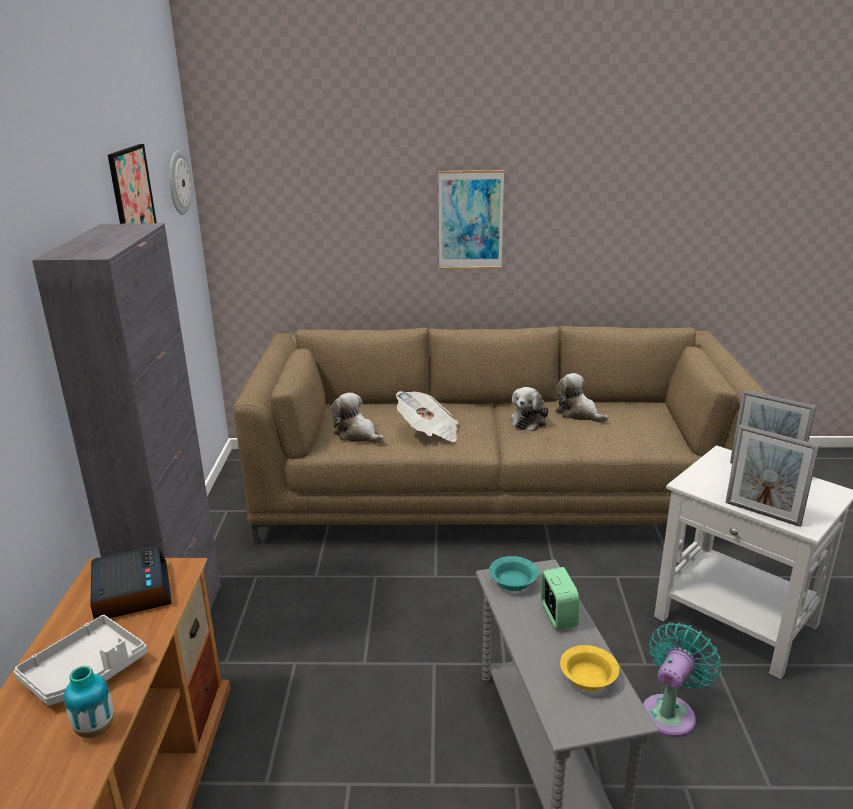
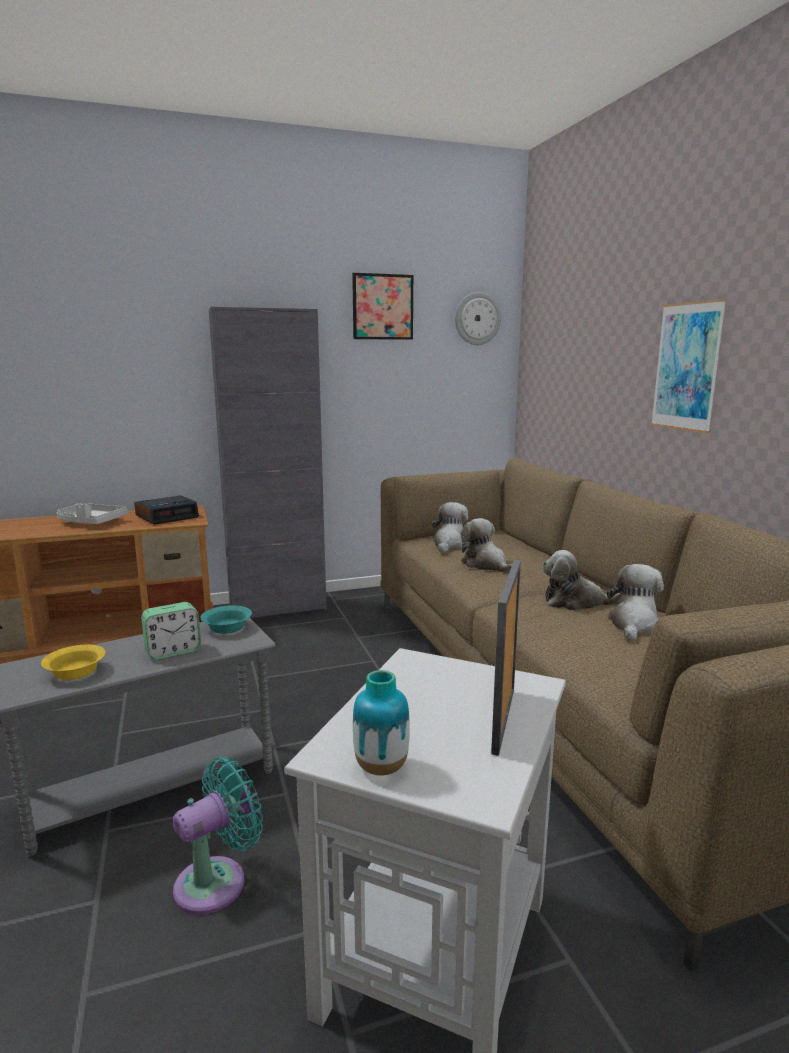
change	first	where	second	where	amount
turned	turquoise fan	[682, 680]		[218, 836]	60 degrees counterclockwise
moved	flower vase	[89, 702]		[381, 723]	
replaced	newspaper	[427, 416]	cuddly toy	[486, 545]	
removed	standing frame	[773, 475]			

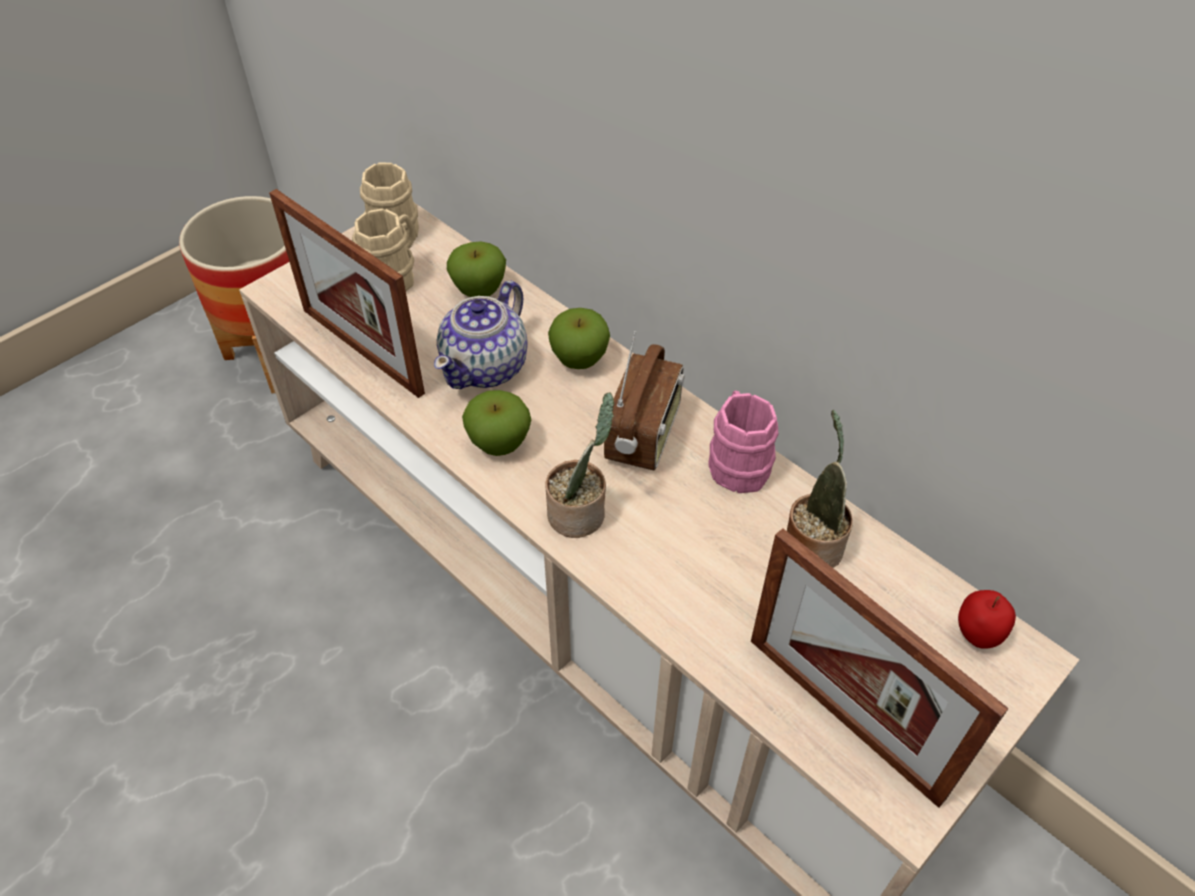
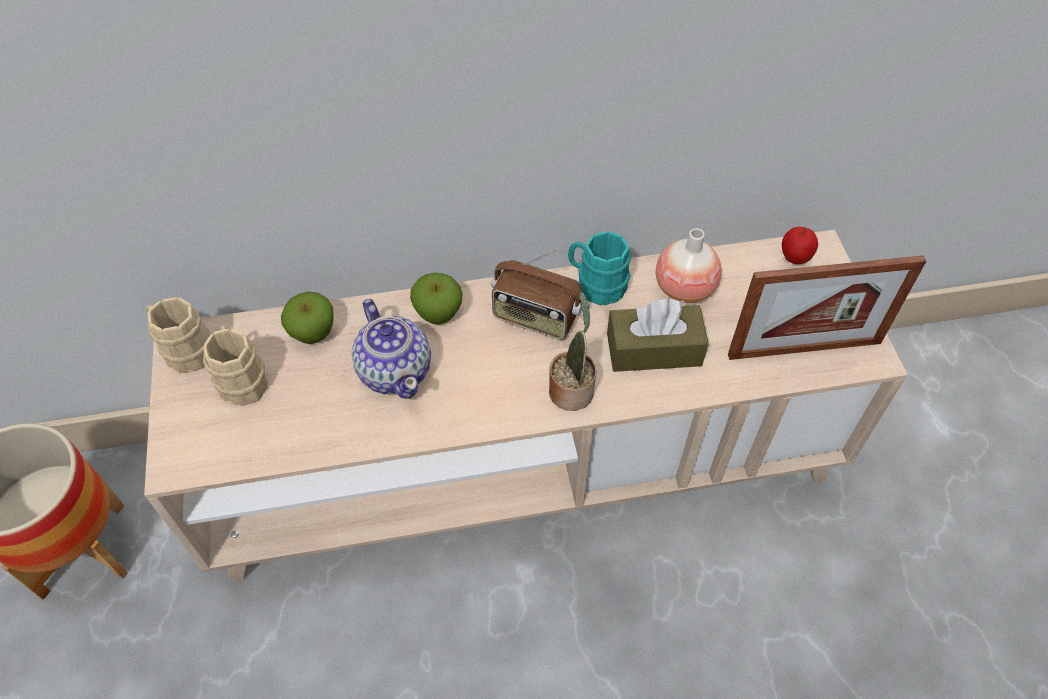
change	first	where	second	where	amount
turned	radio	[644, 400]		[536, 294]	150 degrees clockwise
recoloured	pink-coloured coffee mug	[743, 442]	turquoise coffee mug	[599, 268]	
added			brown-coloured tissue box	[658, 335]	
replaced	houseplant	[820, 489]	flower vase	[689, 265]	
removed	standing frame	[347, 293]			
removed	apple	[496, 423]			

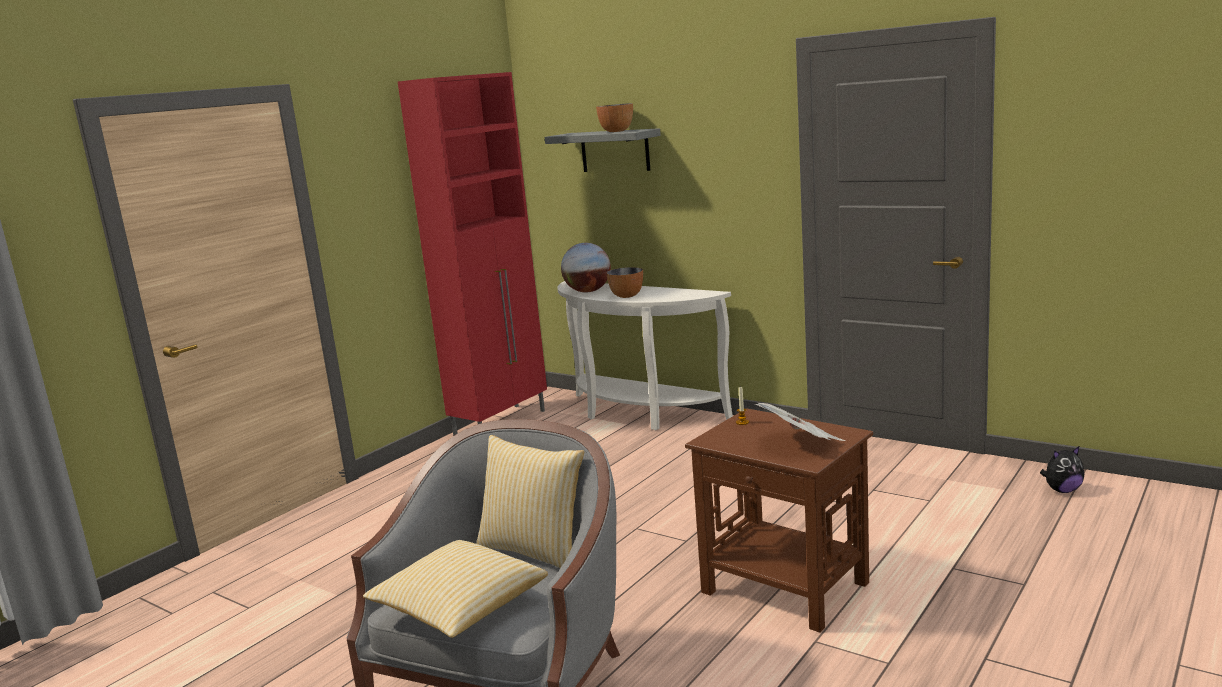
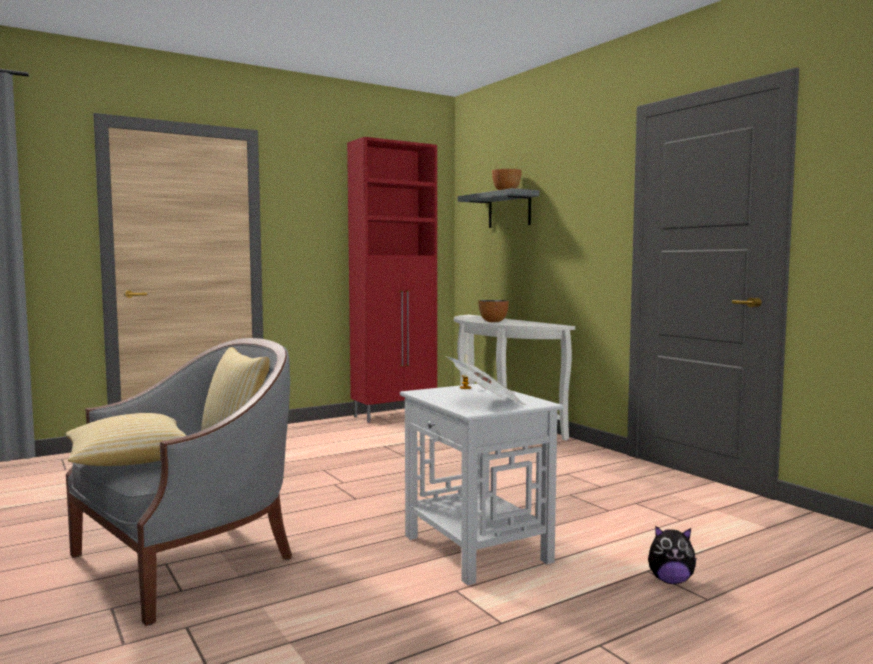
change	first	where	second	where	amount
recoloured	brown-coloured end table	[779, 520]	whitish end table	[481, 485]	
moved	cuddly toy	[1062, 469]		[672, 555]	
removed	globe	[586, 267]			

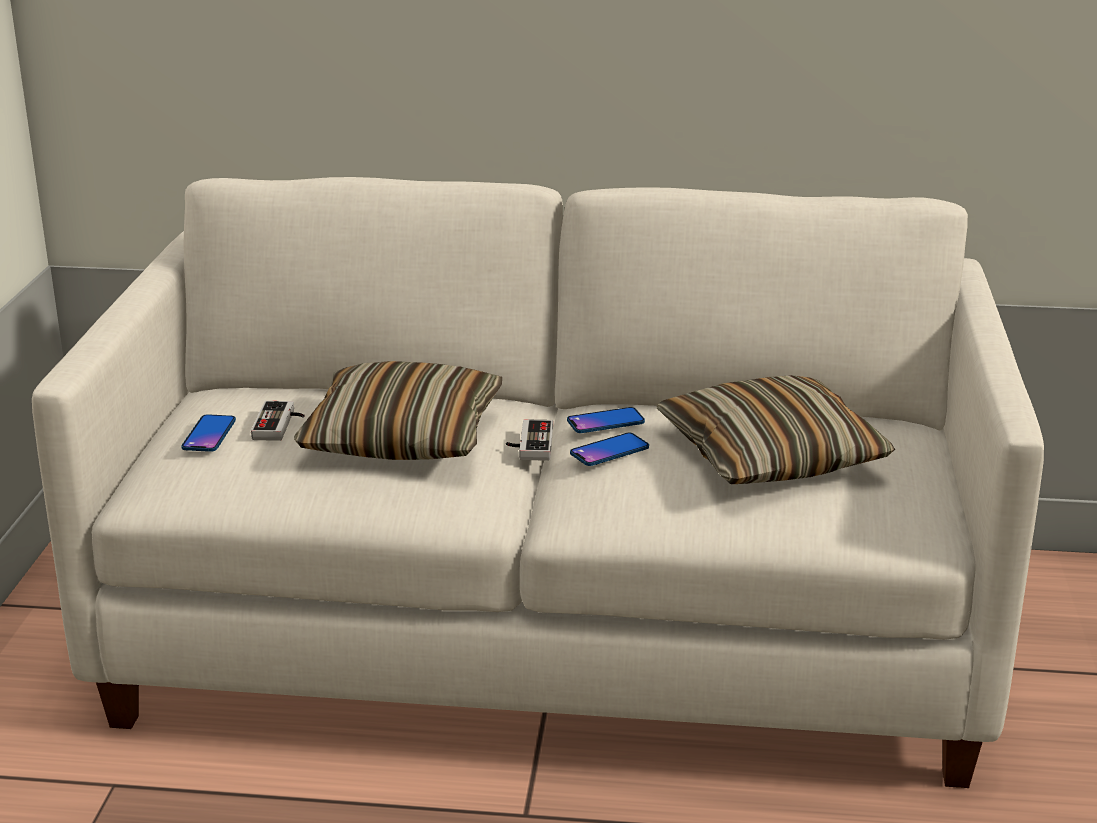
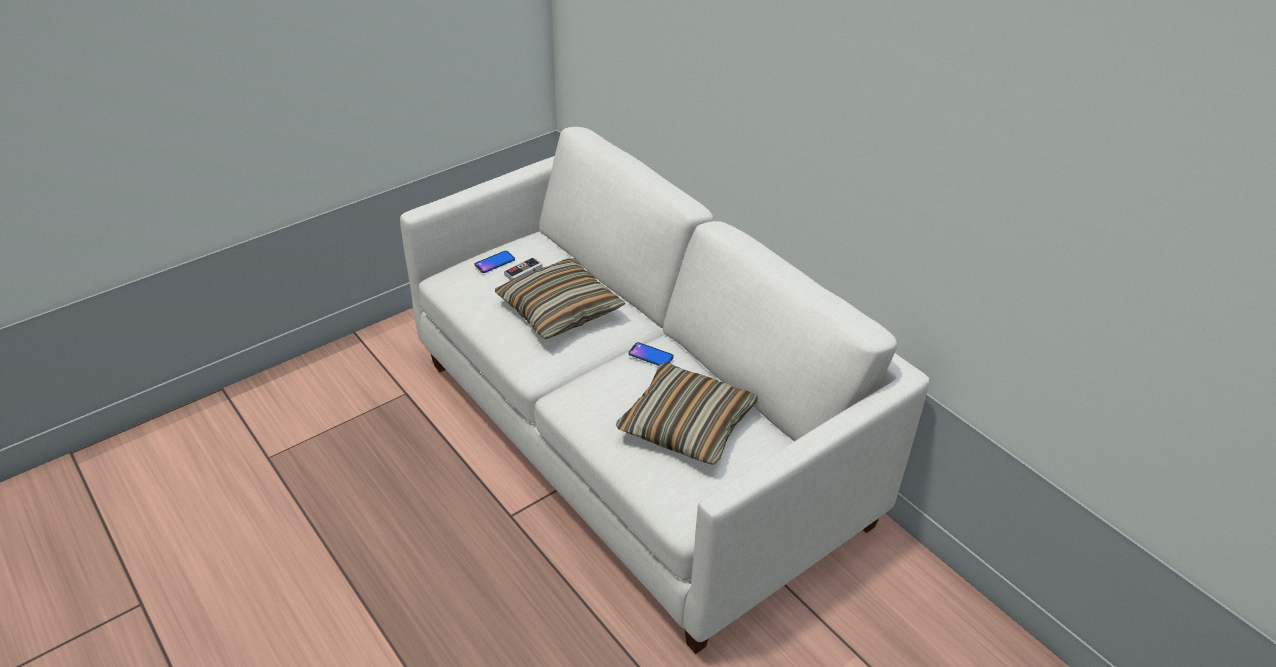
change	first	where	second	where	amount
removed	joypad	[529, 440]			
removed	telephone	[609, 449]			

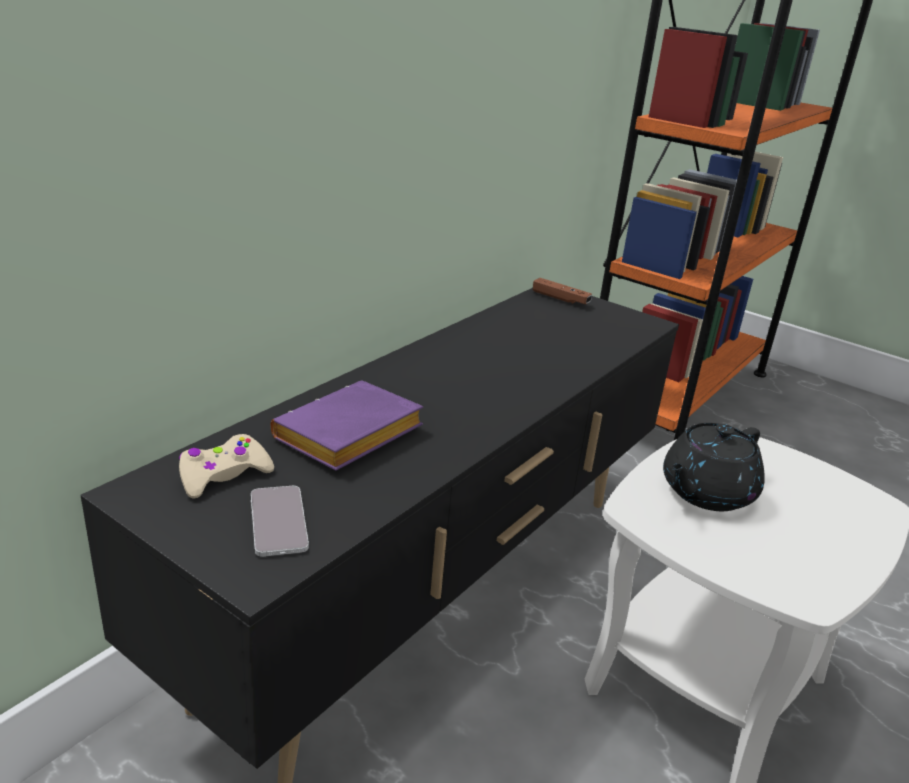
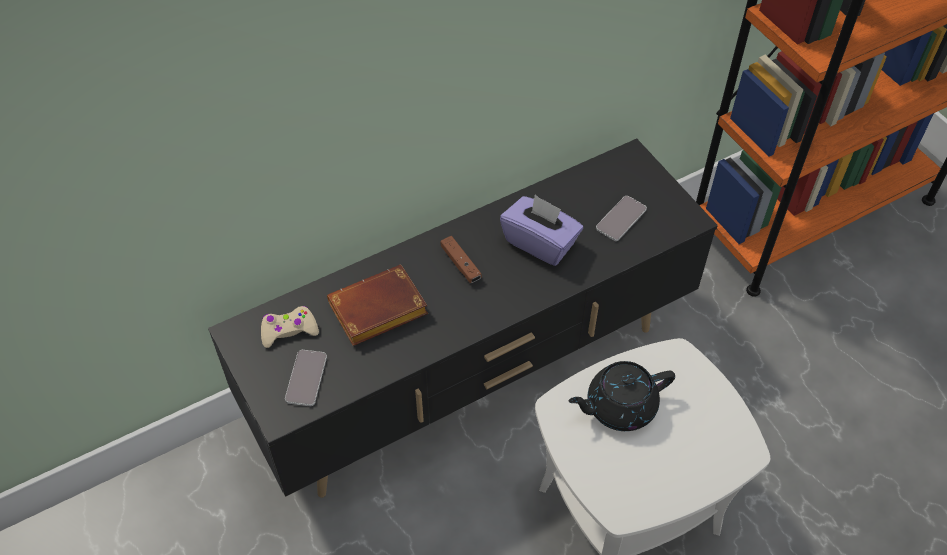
change	first	where	second	where	amount
recoloured	purple volume	[346, 425]	brown-coloured volume	[377, 305]	
moved	brown-coloured joypad	[562, 291]		[461, 259]	
added			purple tissue box	[541, 230]	
added			telephone	[621, 218]	

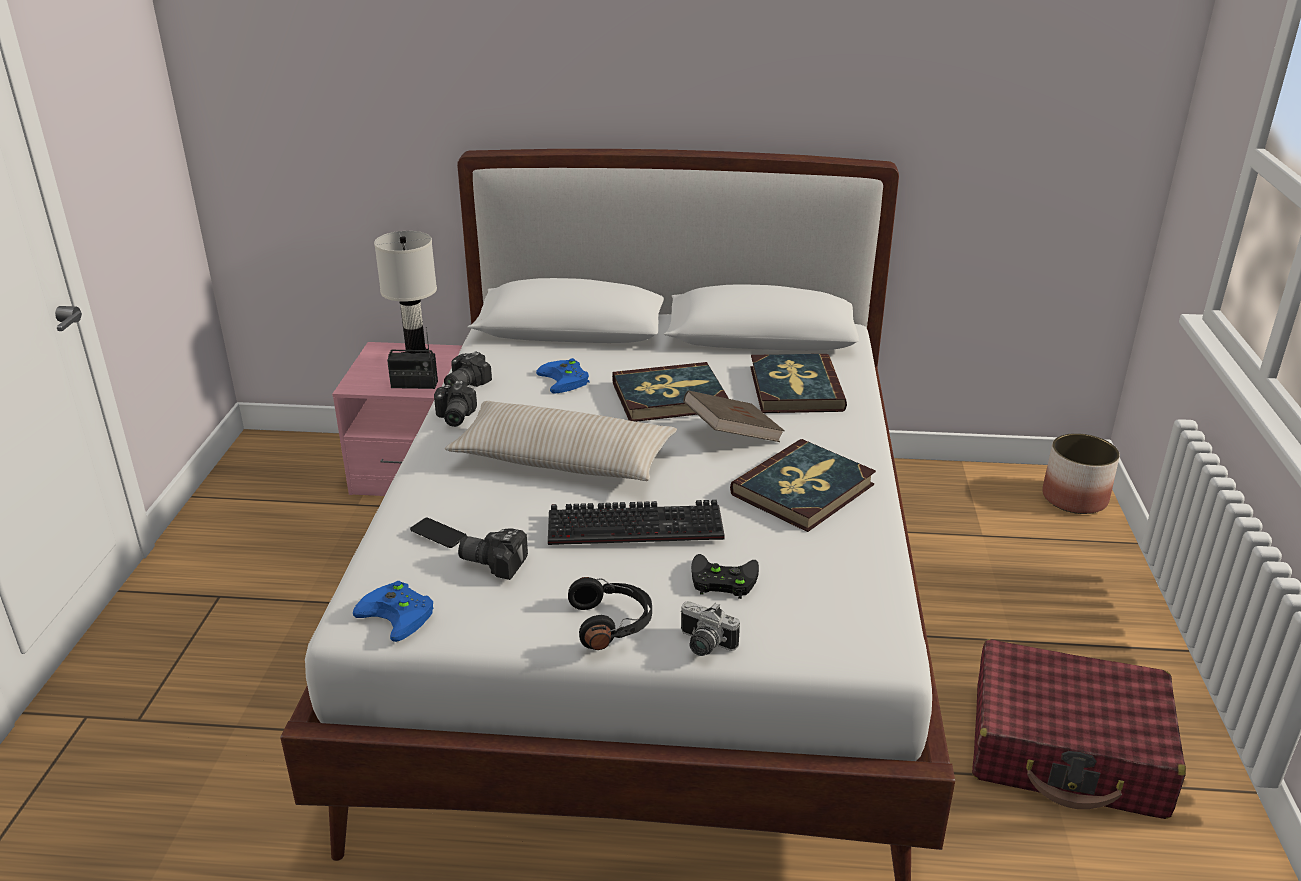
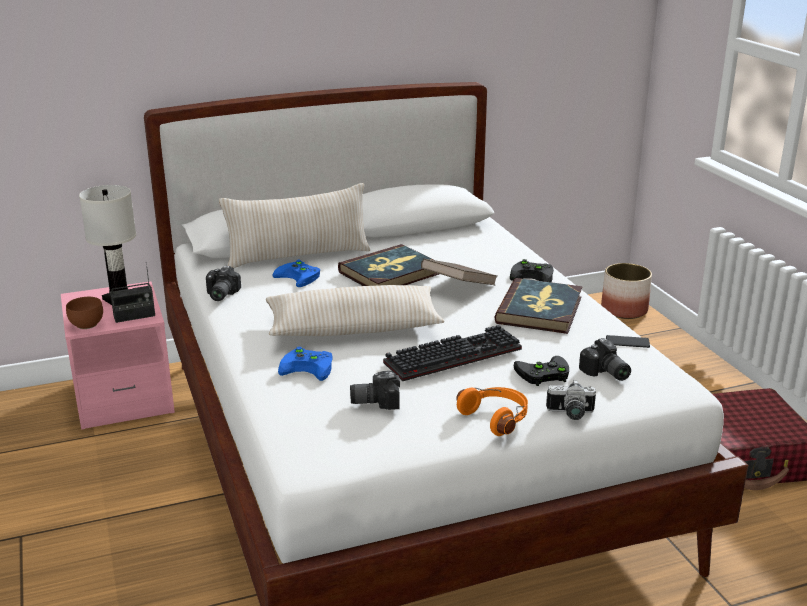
change	first	where	second	where	amount
added			brown-coloured bowl	[84, 313]	
added			beige-coloured throw pillow	[294, 225]	
moved	blue joypad	[393, 611]		[305, 364]	
recoloured	black-coloured headset	[610, 613]	orange-coloured headset	[492, 411]	
added			black-coloured joypad	[532, 270]	
moved	still camera	[455, 404]		[605, 359]	
moved	telephone	[438, 532]		[628, 341]	
removed	volume	[798, 383]			

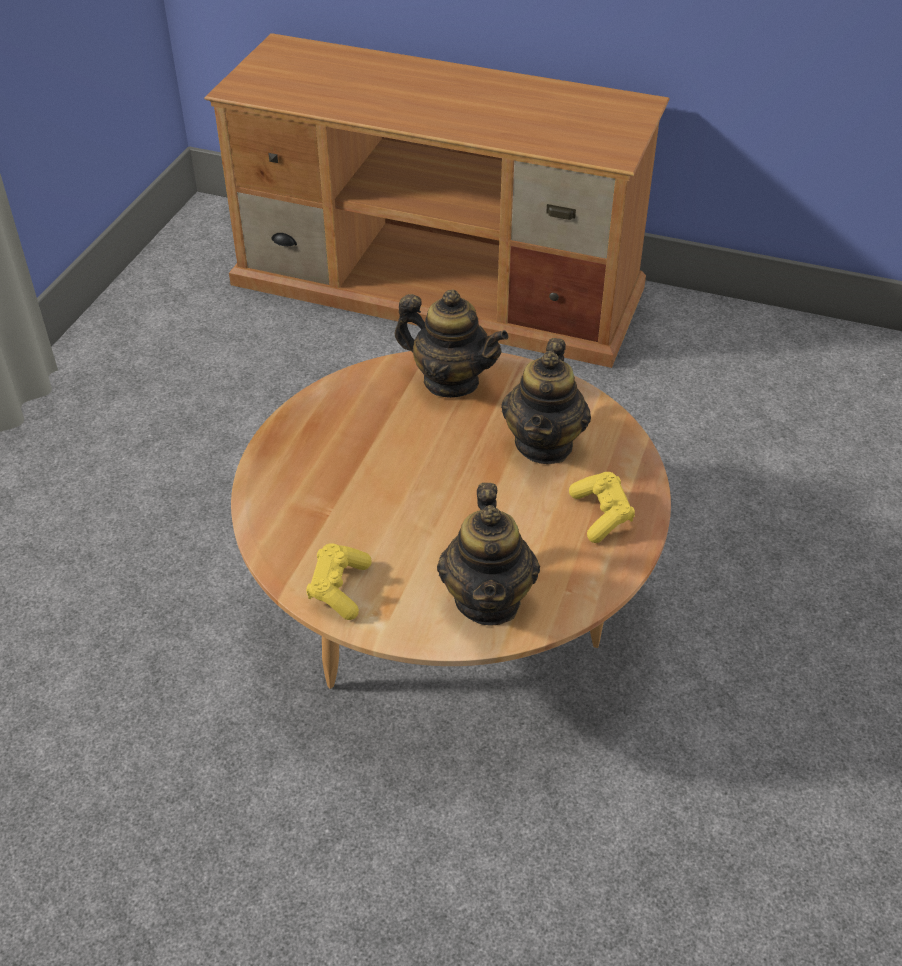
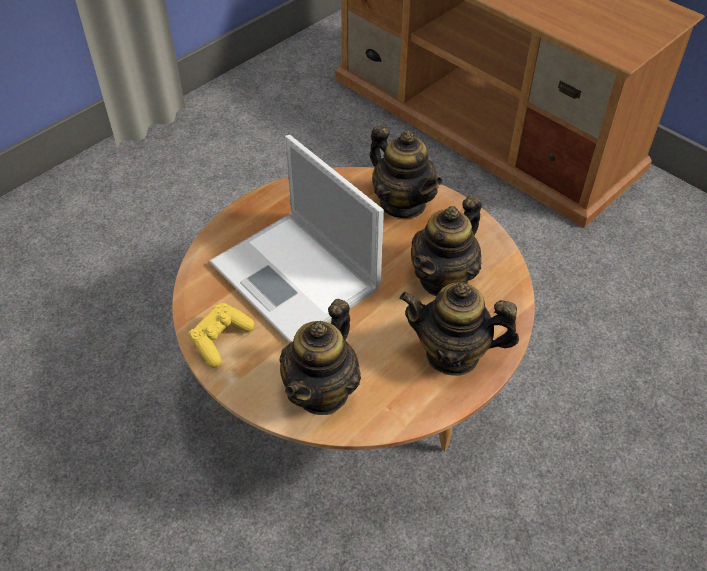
change	first	where	second	where	amount
added			notebook computer	[297, 239]	
replaced	yellow joypad	[602, 507]	teapot	[459, 329]	

